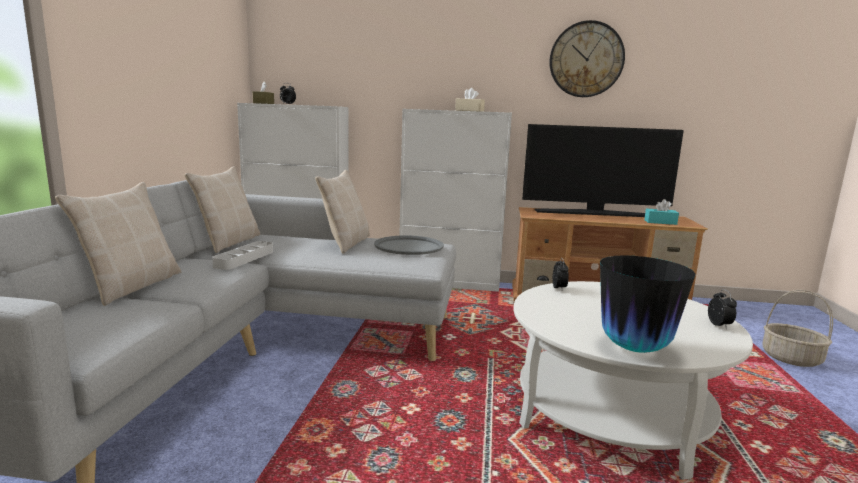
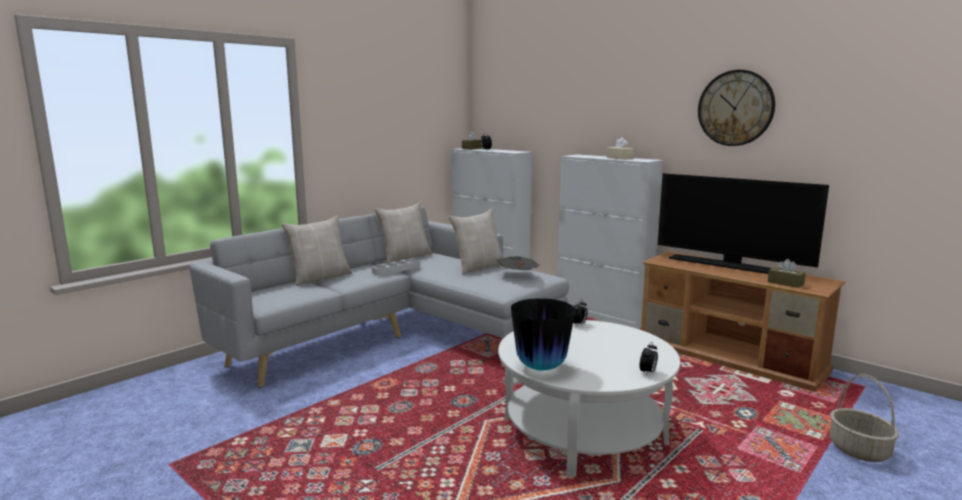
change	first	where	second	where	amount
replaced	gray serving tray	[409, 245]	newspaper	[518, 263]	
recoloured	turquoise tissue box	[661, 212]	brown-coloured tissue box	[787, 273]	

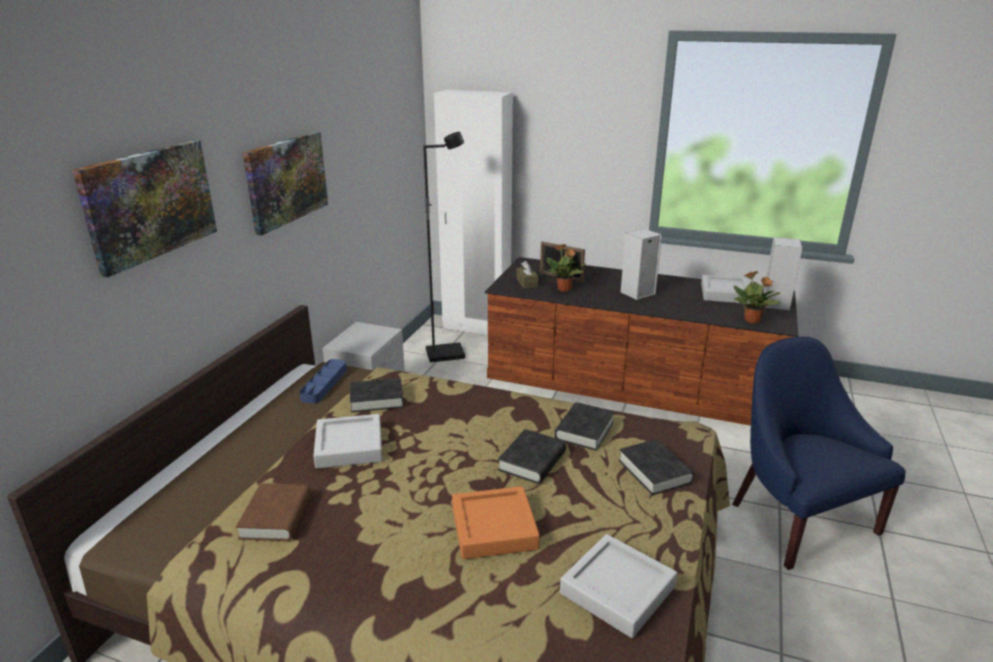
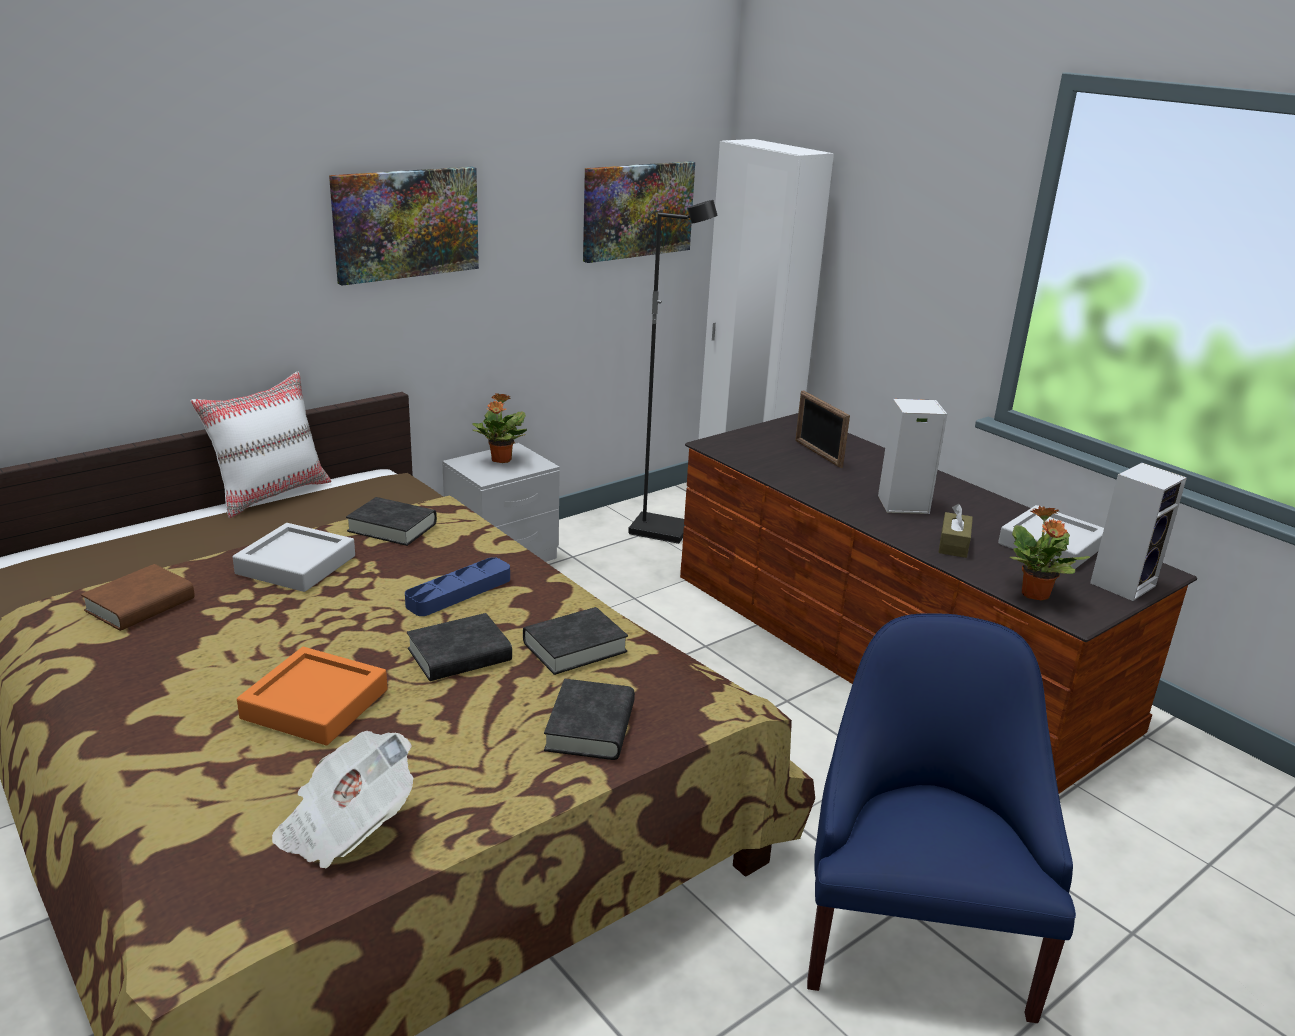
change	first	where	second	where	amount
added			whitish throw pillow	[261, 444]	
replaced	gray serving tray	[618, 586]	newspaper	[343, 800]	
moved	blue serving tray	[323, 381]		[457, 586]	
moved	houseplant	[566, 268]		[499, 428]	
moved	wall art	[144, 208]		[639, 212]	
moved	brown-coloured tissue box	[527, 275]		[955, 531]	

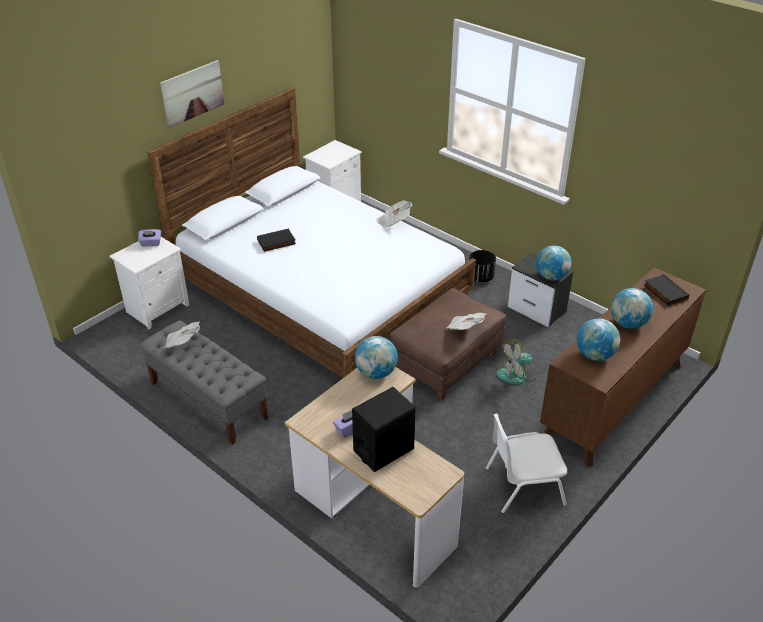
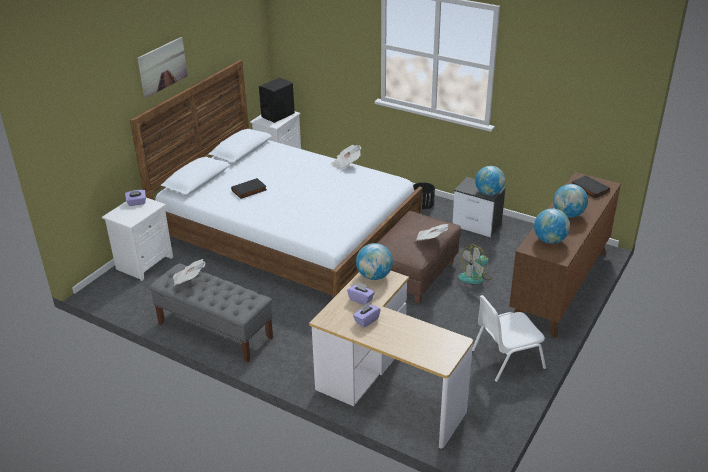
change	first	where	second	where	amount
moved	black-coloured loudspeaker	[383, 429]		[277, 100]	
added			purple tissue box	[361, 293]	

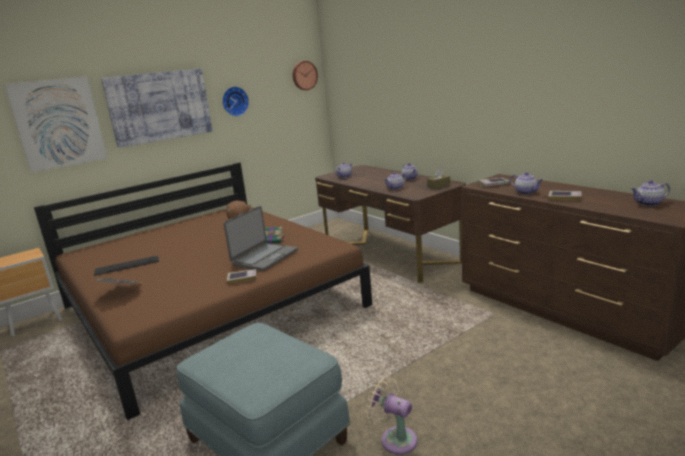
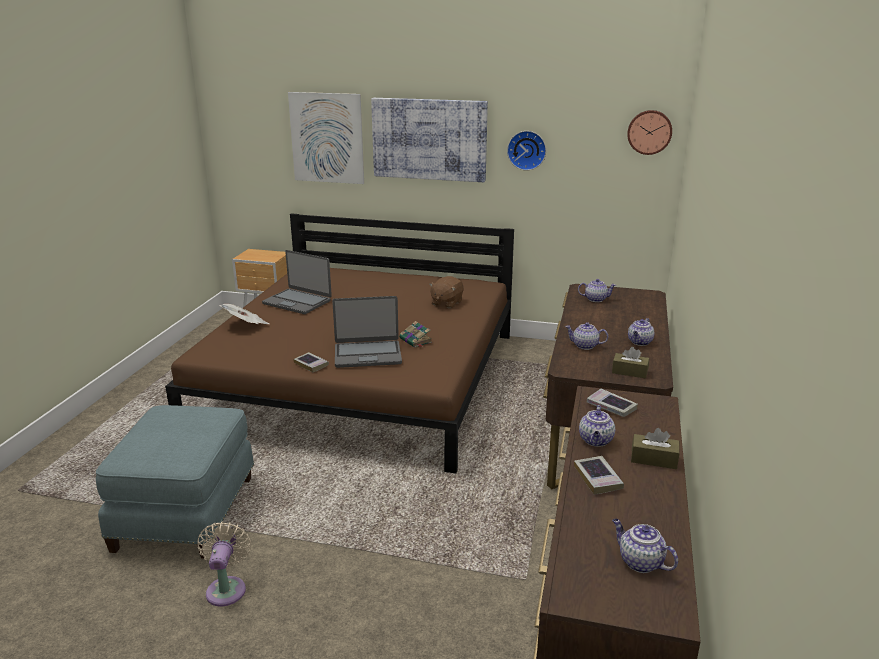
change	first	where	second	where	amount
replaced	keyboard	[126, 266]	notebook computer	[297, 282]	
added			brown-coloured tissue box	[655, 448]	

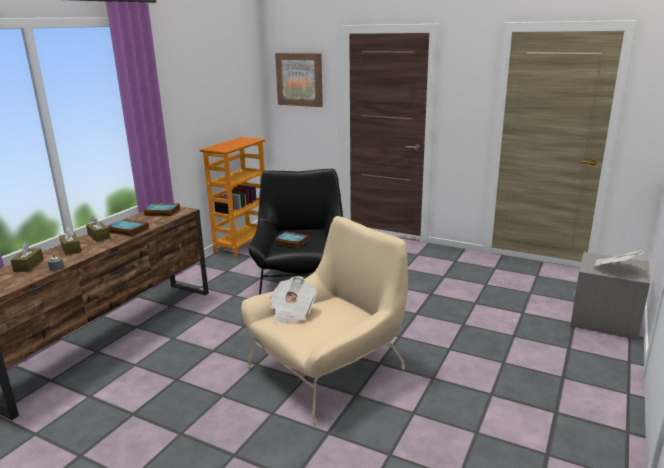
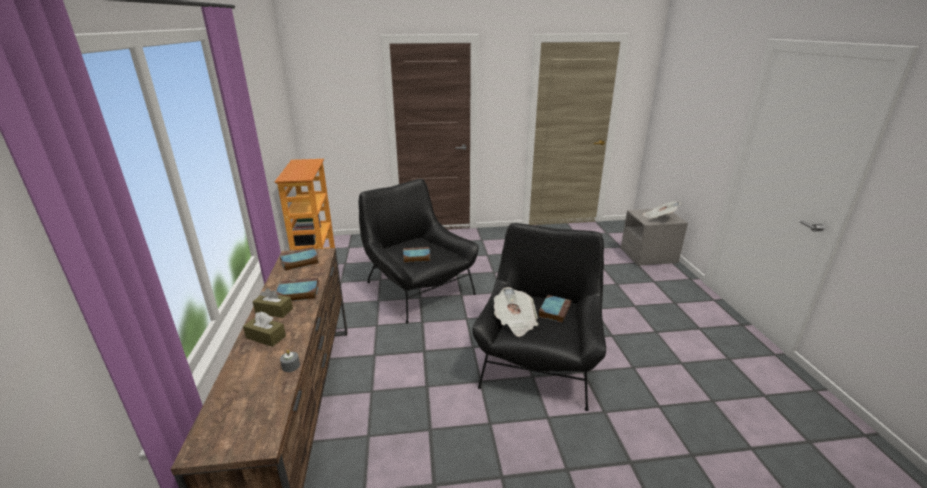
change	first	where	second	where	amount
recoloured	beige-coloured easy chair	[324, 320]	black-coloured easy chair	[539, 317]	
added			volume	[554, 309]	
removed	brown-coloured tissue box	[27, 257]			
removed	wall art	[299, 80]			

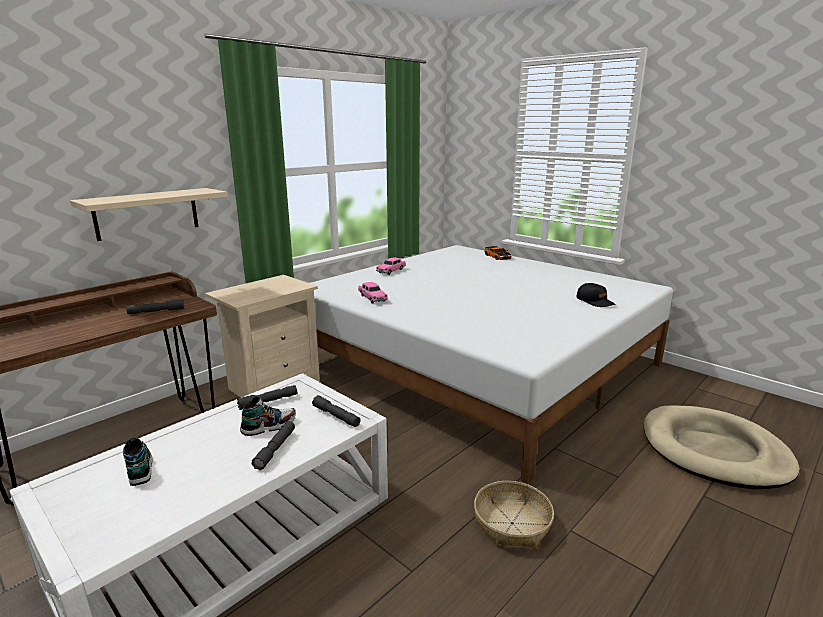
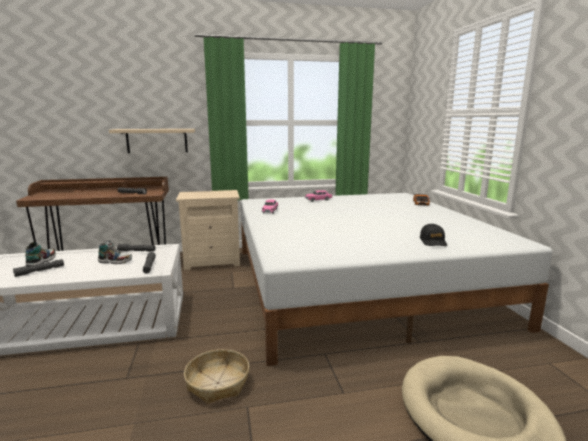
change	first	where	second	where	amount
moved	gray hand torch	[273, 445]		[38, 268]	

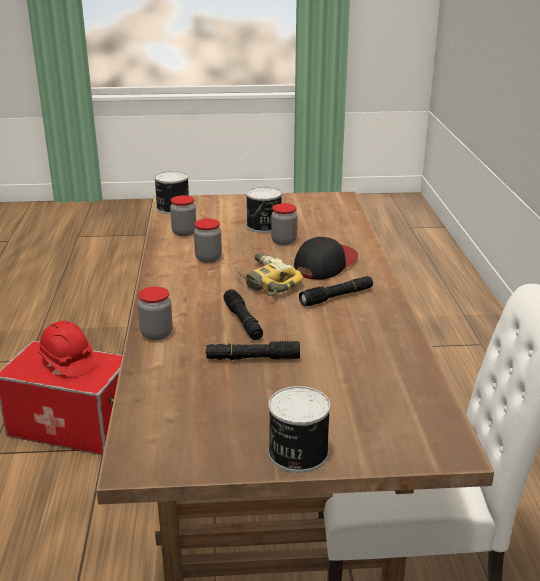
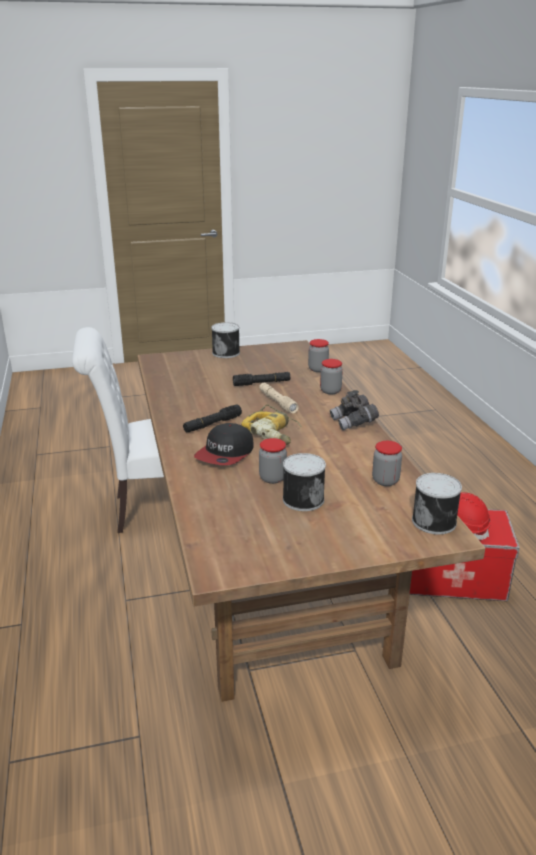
change	first	where	second	where	amount
recoloured	black-coloured hand torch	[243, 314]	beige-coloured hand torch	[279, 398]	
moved	jar	[208, 241]		[318, 355]	
added			gray pair of binoculars	[354, 410]	

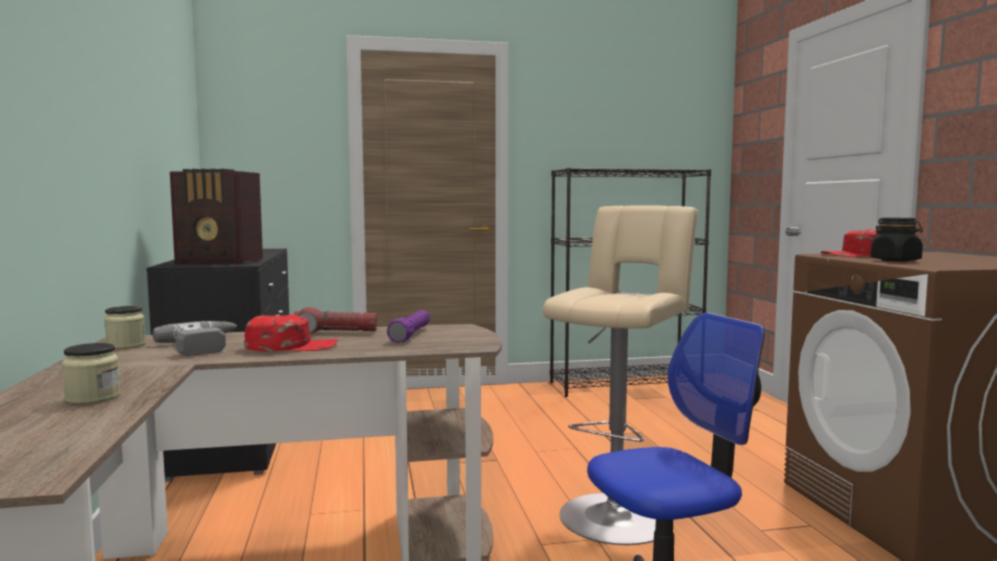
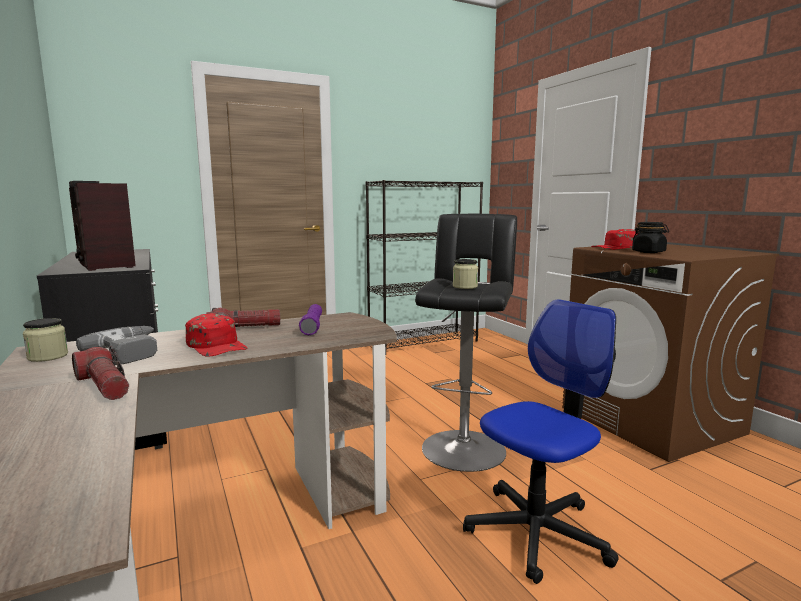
change	first	where	second	where	amount
turned	radio	[216, 216]		[102, 226]	60 degrees clockwise
added			hand torch	[100, 372]	
turned	reddish cap	[291, 333]		[216, 334]	75 degrees clockwise
recoloured	beige-coloured stool seat	[620, 375]	black-coloured stool seat	[466, 343]	
moved	jar	[91, 374]		[465, 274]	

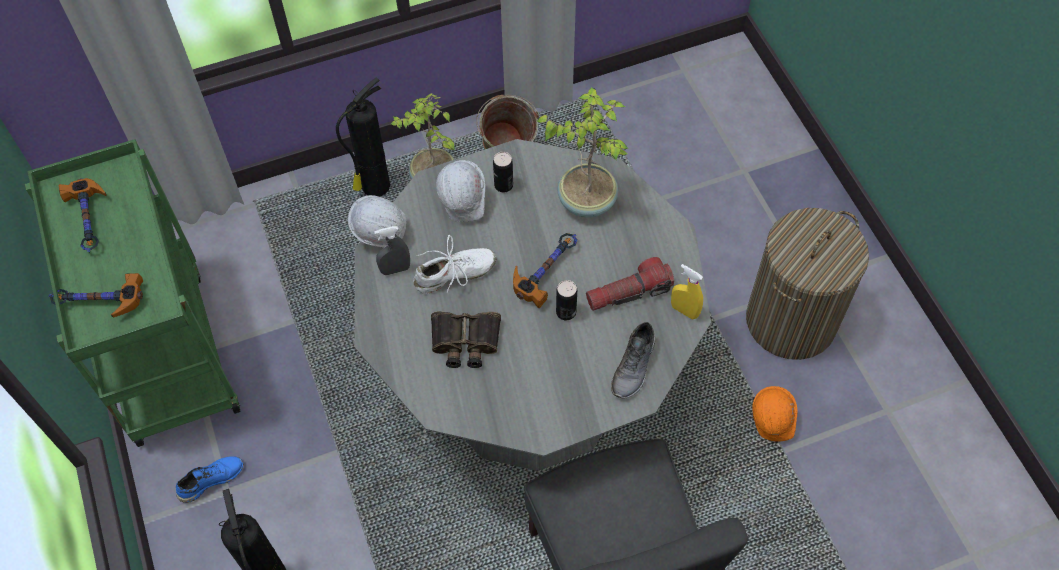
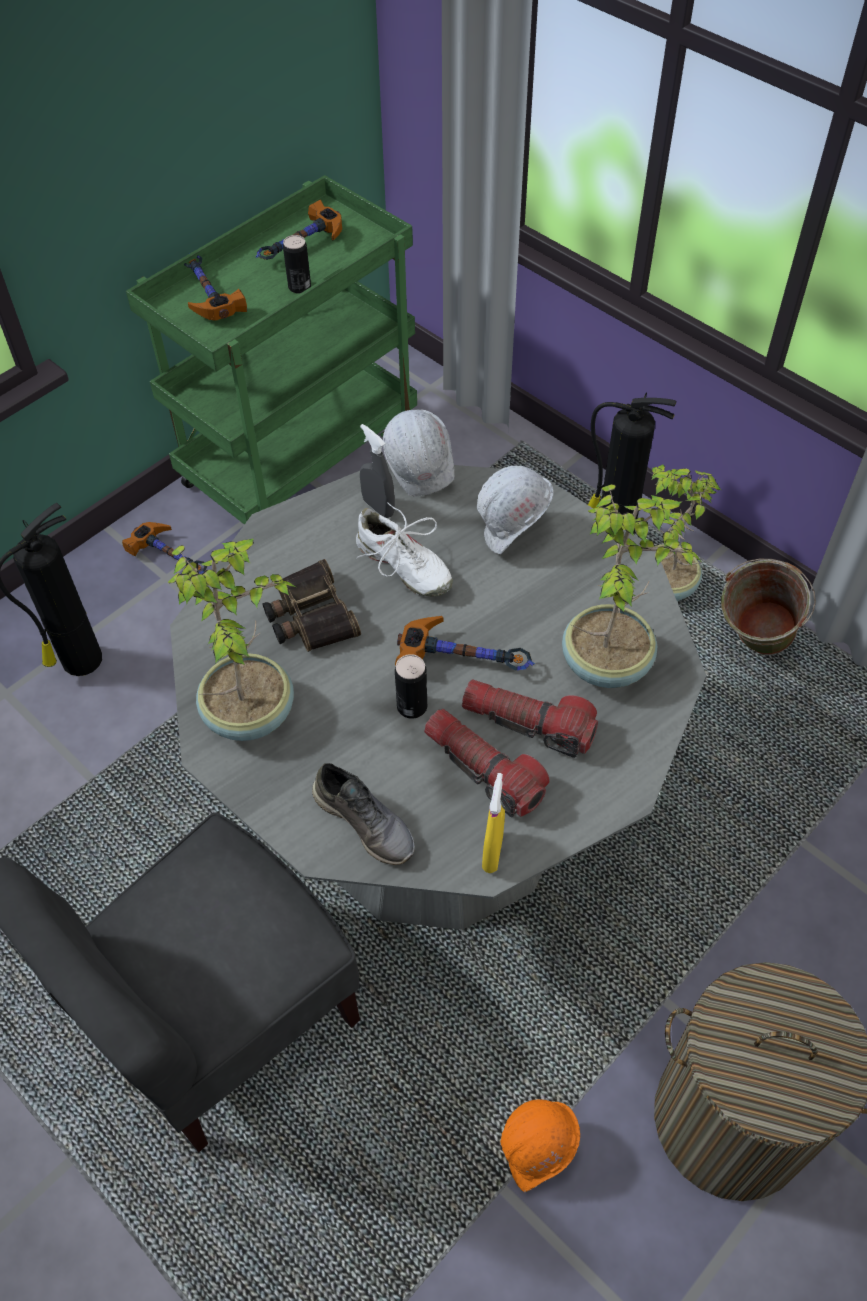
change	first	where	second	where	amount
replaced	blue low shoe	[209, 479]	tool hammer	[164, 548]	
added			houseplant	[232, 639]	
moved	can	[503, 172]		[297, 264]	
turned	gray low shoe	[633, 360]		[363, 814]	135 degrees counterclockwise
added			hand torch	[530, 718]	

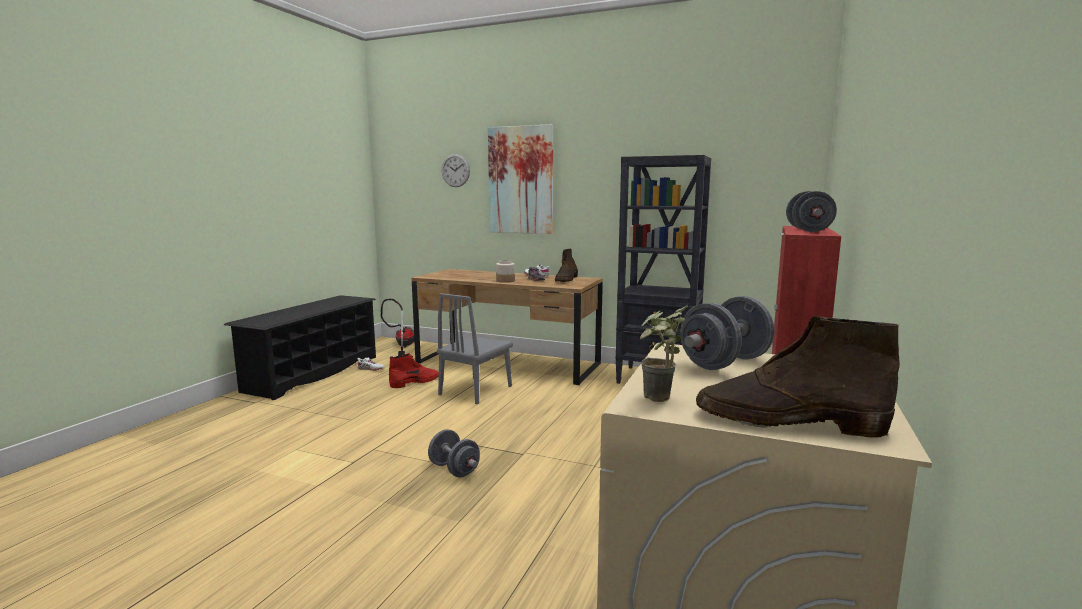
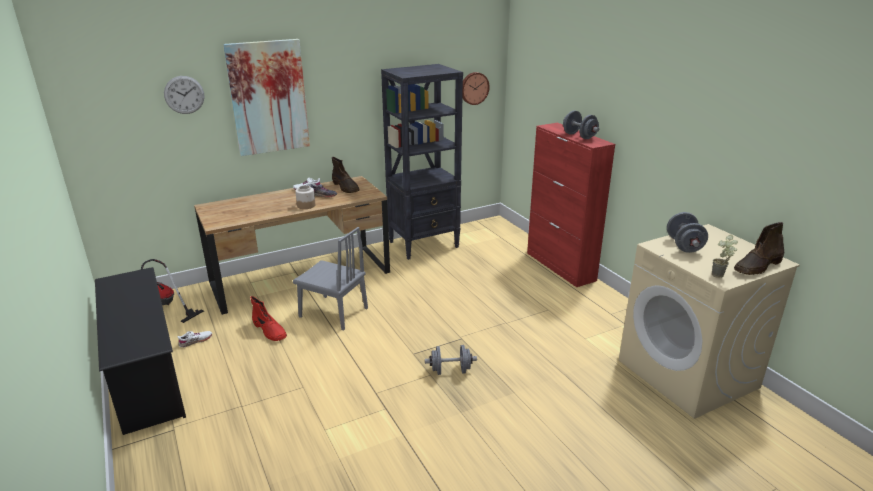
change	first	where	second	where	amount
turned	reddish boot	[414, 370]		[268, 318]	135 degrees clockwise
turned	gray upright chair	[475, 348]		[330, 278]	45 degrees counterclockwise
added			clock on the wall	[476, 88]	

